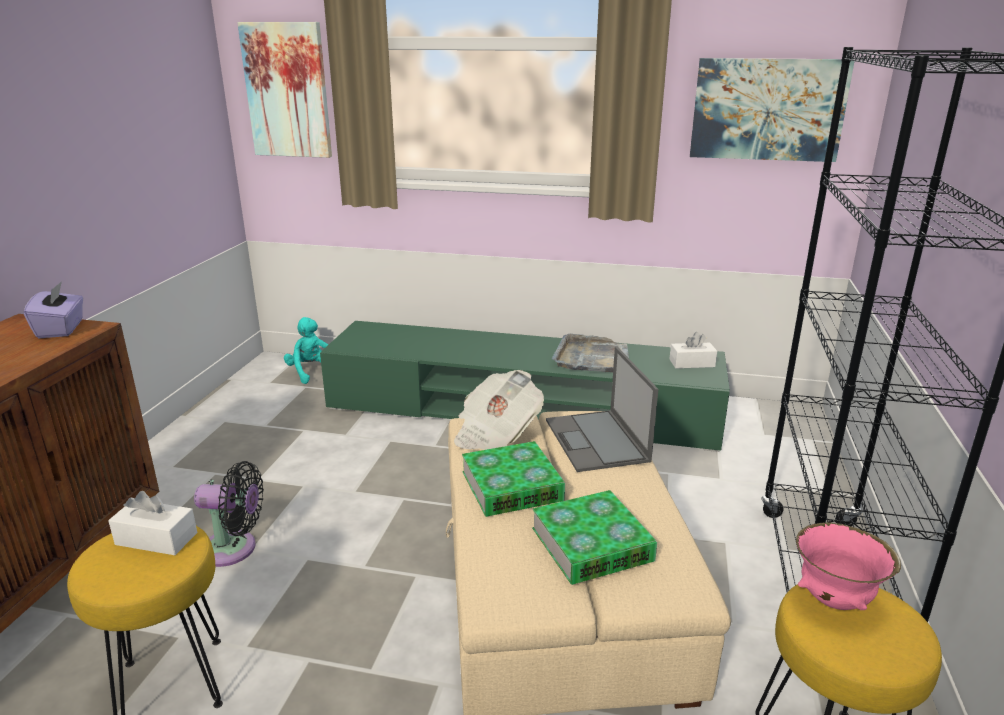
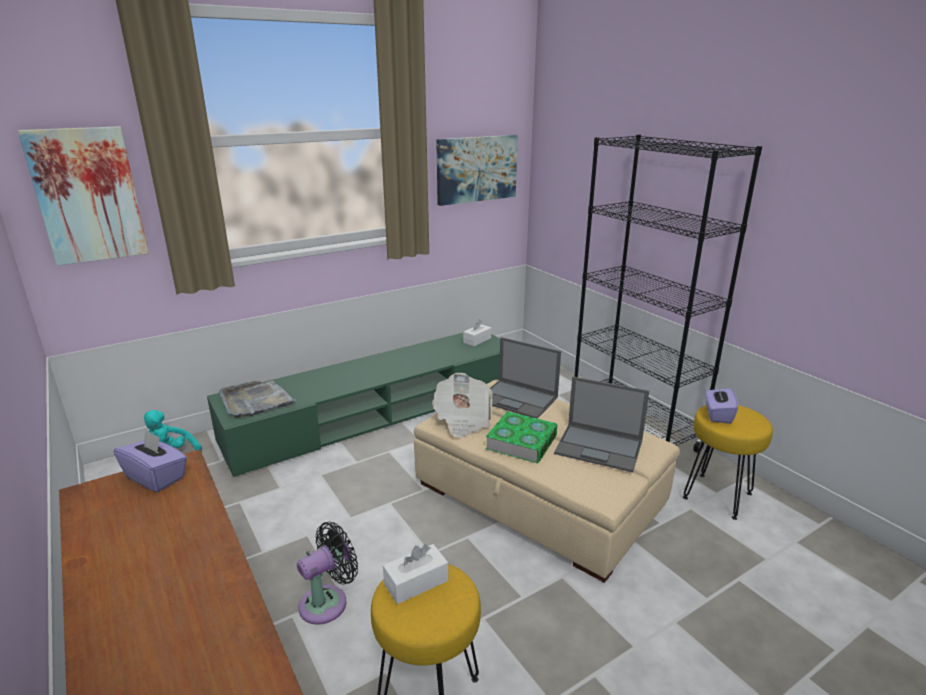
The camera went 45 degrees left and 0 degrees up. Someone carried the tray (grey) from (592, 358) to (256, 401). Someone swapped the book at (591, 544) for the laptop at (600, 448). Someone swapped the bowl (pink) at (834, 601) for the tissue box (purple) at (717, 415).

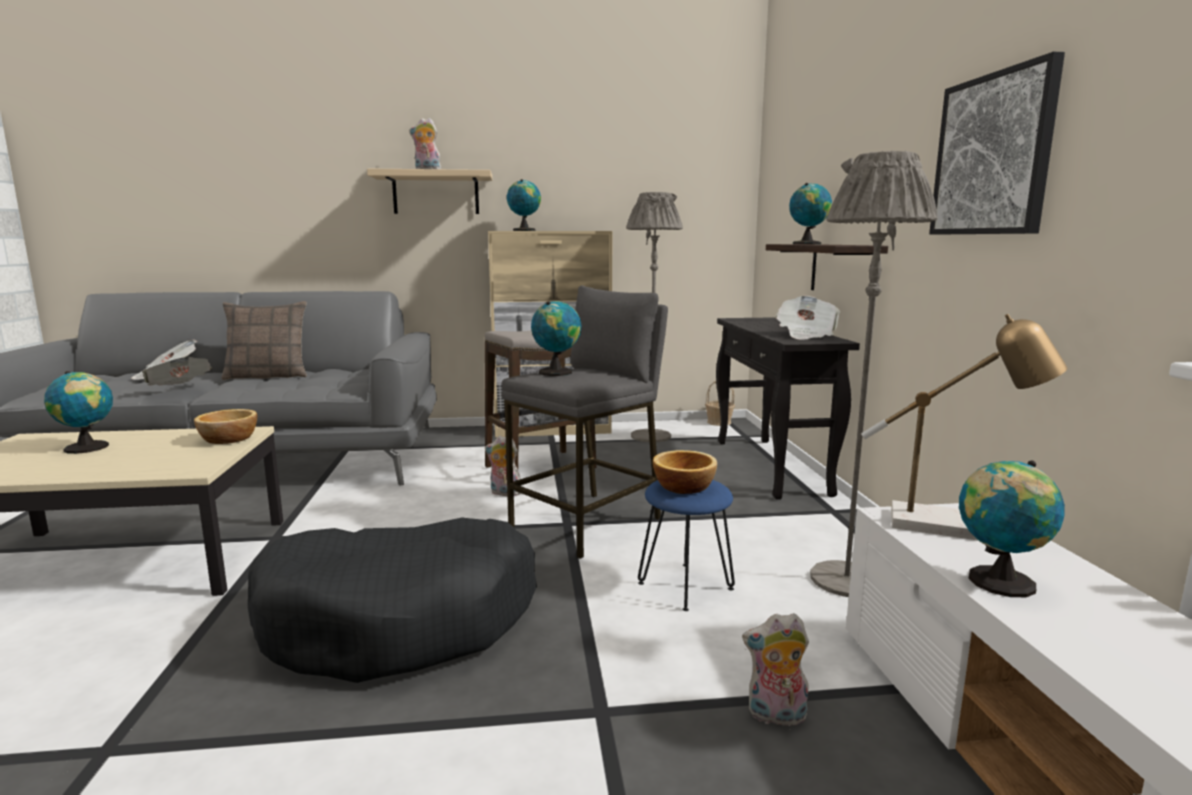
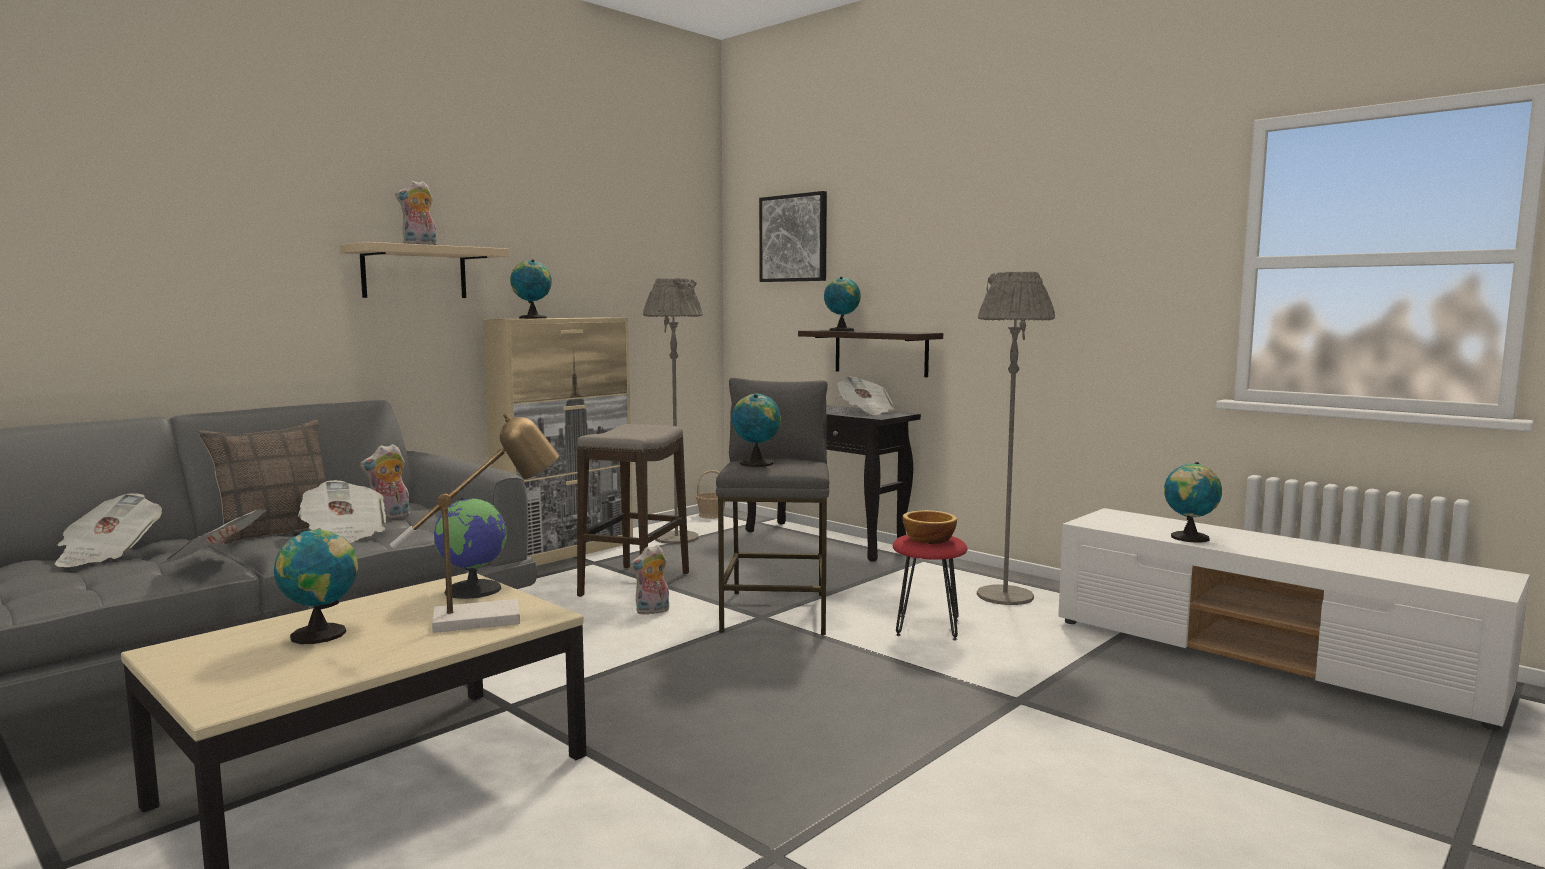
The camera went 40 degrees left and 5 degrees down. Someone put down the newspaper at (345, 534). Someone carried the plush toy from (775, 716) to (389, 517). Someone carried the table lamp from (951, 526) to (490, 618). Someone swapped the bowl at (230, 439) for the globe at (474, 589). Someone carried the picture from (993, 155) to (794, 238). Someone repainted the stool (blue) at (686, 586), which became the stool (red) at (928, 627). Someone took away the dog bed (black) at (400, 620).

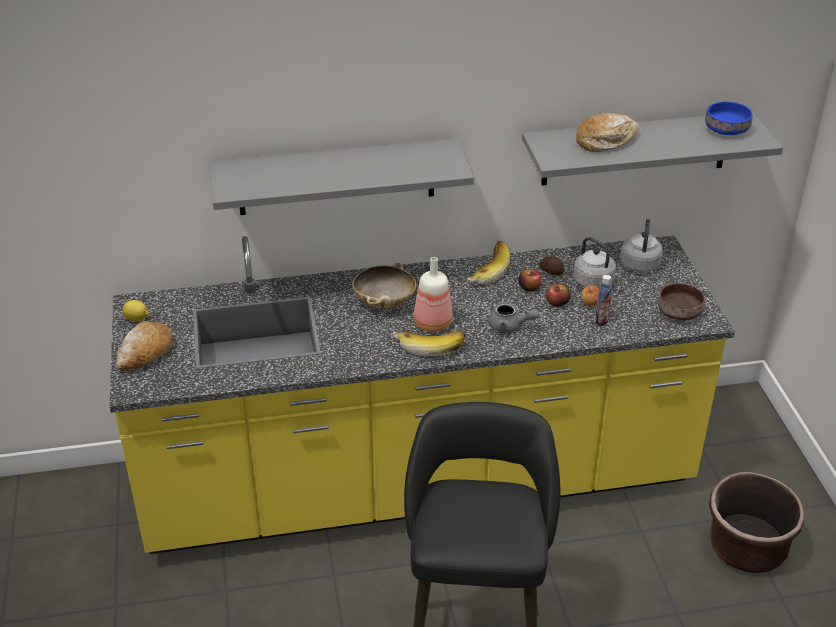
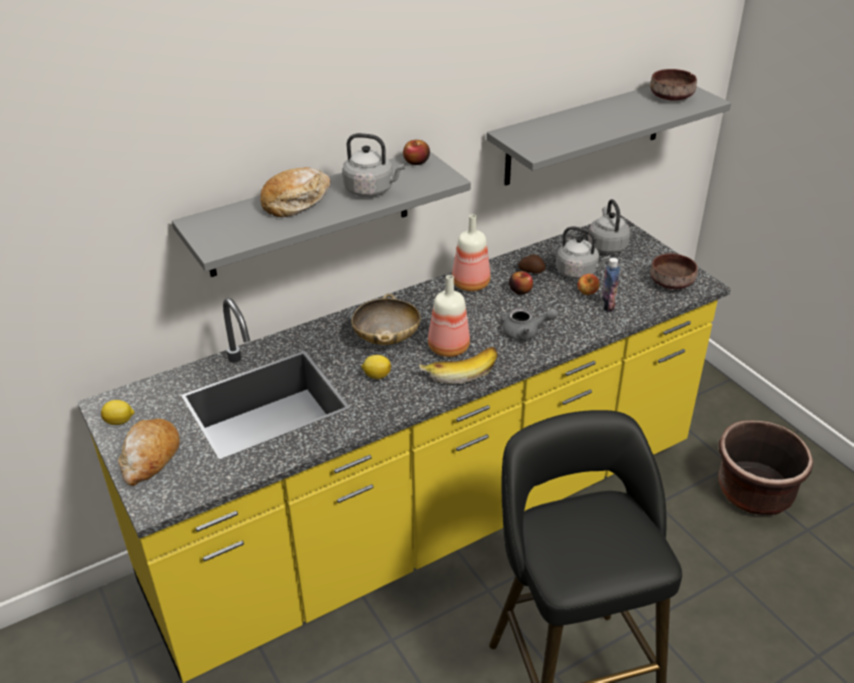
The camera went 20 degrees left and 0 degrees up. Someone carried the bread from (605, 140) to (296, 201). Someone put down the kettle (grey) at (371, 190). Someone put down the lemon at (376, 375). Someone carried the apple from (557, 302) to (416, 162). Someone swapped the banana at (486, 271) for the bottle at (469, 284). Someone repainted the bowl (blue) at (725, 130), which became the bowl (brown) at (670, 96).

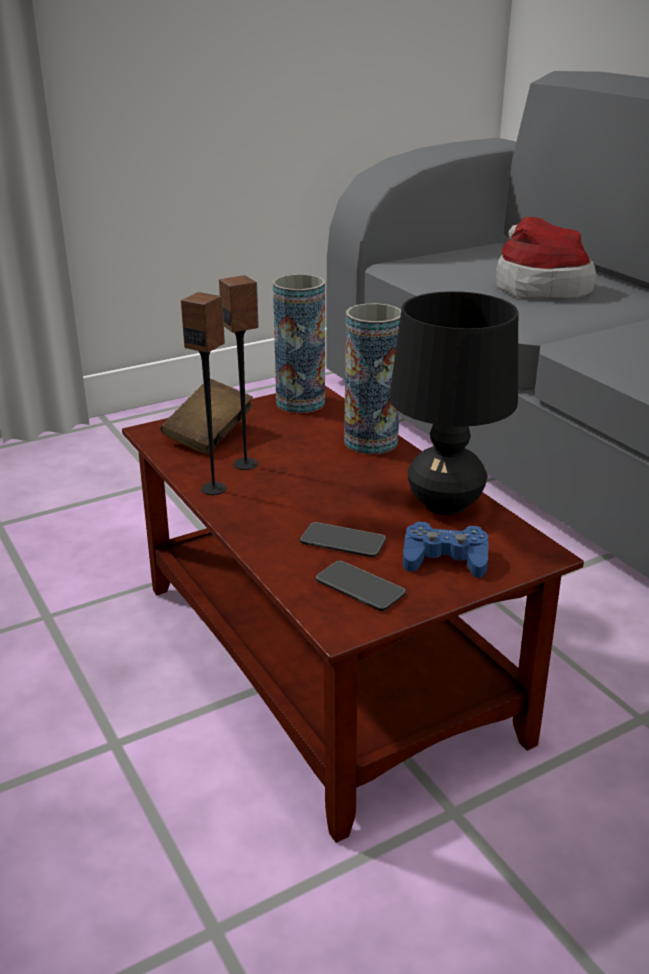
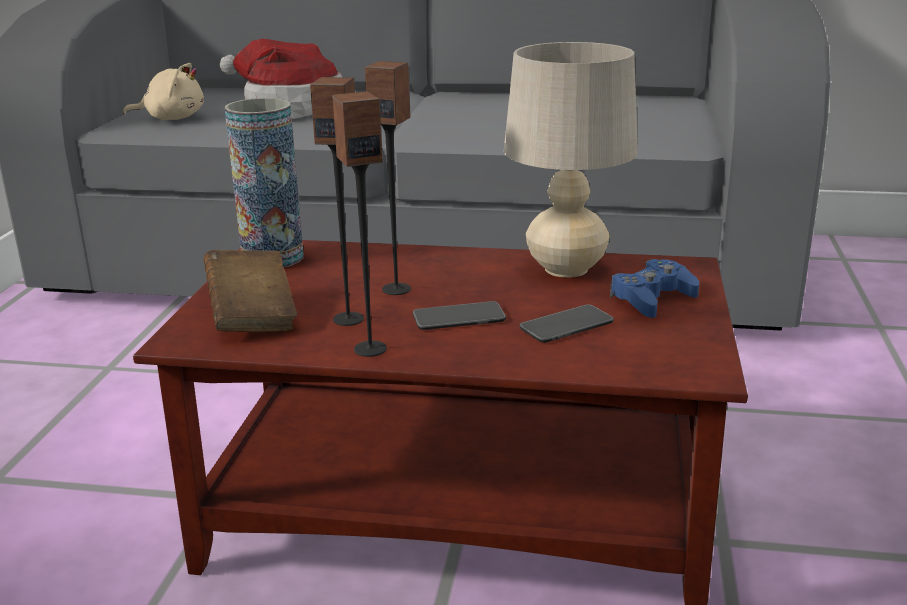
The camera went 50 degrees left and 5 degrees down. Someone put down the plush toy (beige) at (172, 118). Someone put down the speaker at (396, 289). Someone carried the phone from (360, 587) to (459, 318). Someone repainted the table lamp (black) at (445, 504), which became the table lamp (beige) at (566, 269). Someone took away the vase at (371, 441).

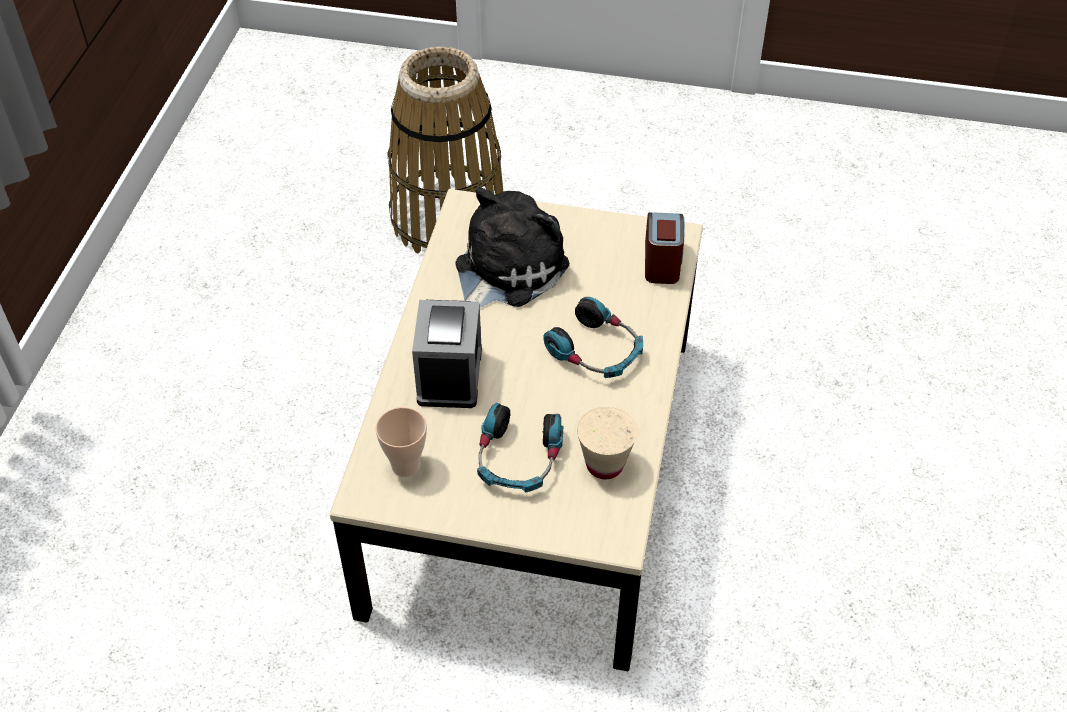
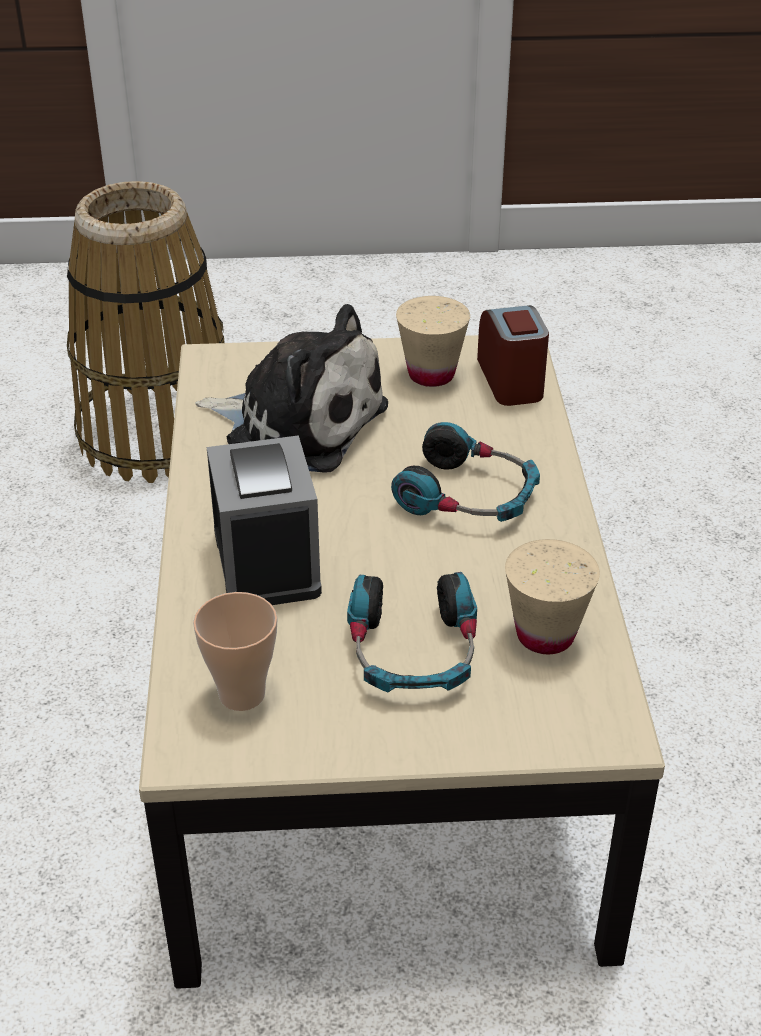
The camera went 15 degrees left and 10 degrees down. Someone rotated the plush toy at (505, 270) by 90 degrees clockwise. Someone put down the cup (beige) at (431, 374).

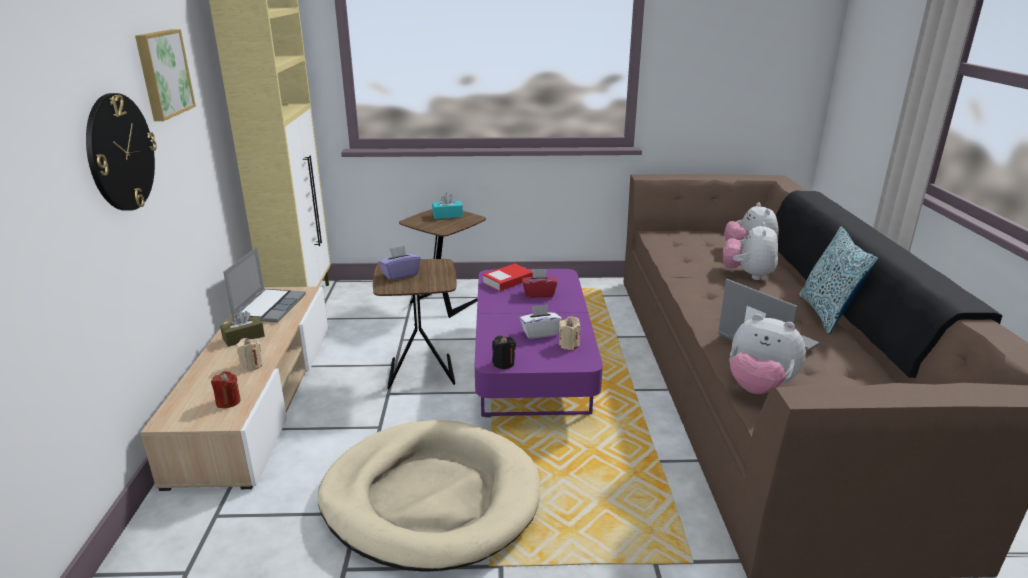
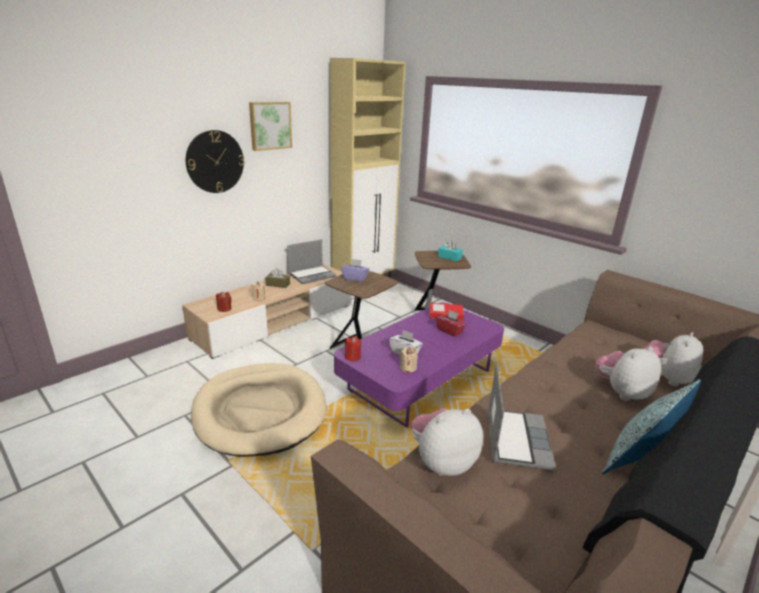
The camera went 45 degrees right and 0 degrees up. Someone repainted the candle (black) at (503, 363), which became the candle (red) at (352, 357). Someone rotated the plush toy at (759, 387) by 75 degrees clockwise.

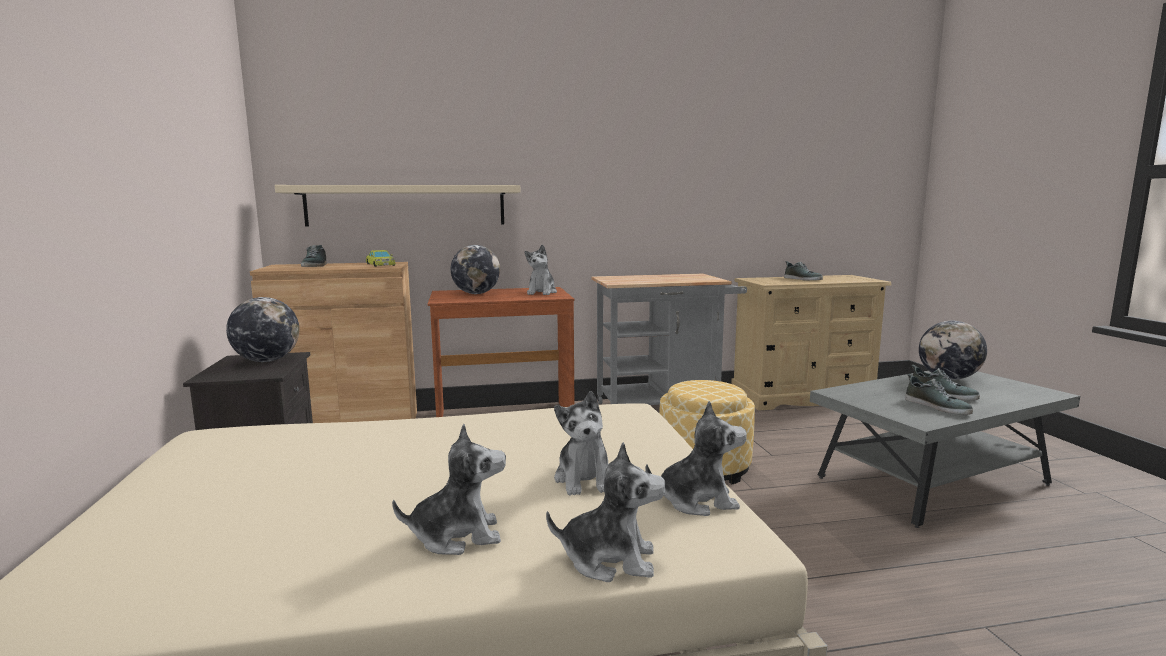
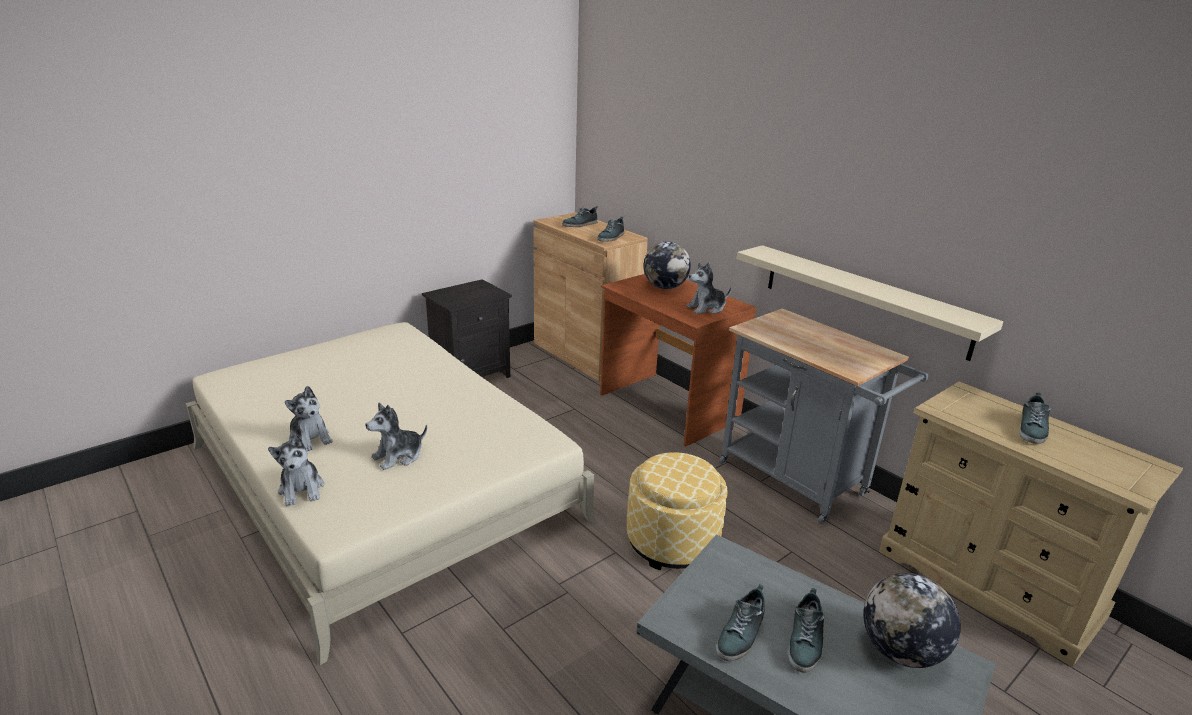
The camera went 60 degrees right and 15 degrees up. Someone swapped the toy car (yellow) at (380, 265) for the shoe at (611, 237). Someone carried the shelf (beige) from (406, 205) to (863, 299). Someone took away the globe at (267, 361). Someone took away the plush toy at (697, 500).

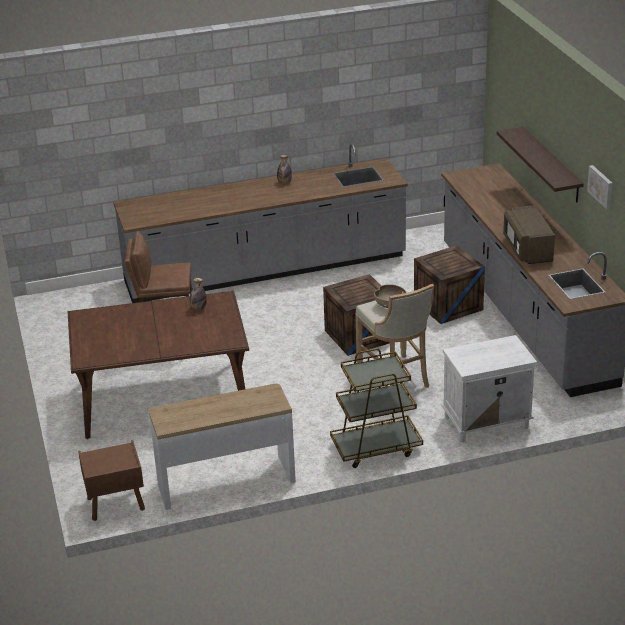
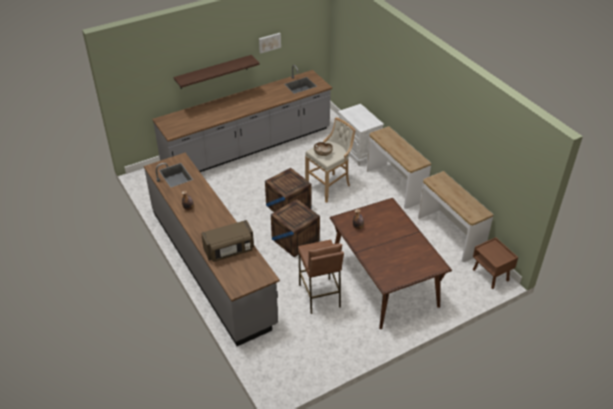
The camera went 105 degrees left and 10 degrees up. Someone carried the microwave (brown) from (527, 249) to (229, 250). Someone carried the crate from (448, 305) to (295, 240). Someone swapped the cart (brown) at (376, 448) for the console table at (395, 185).

